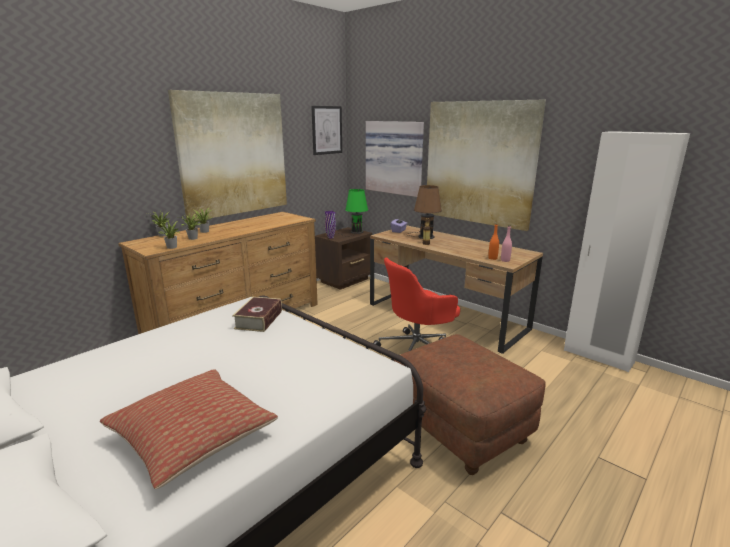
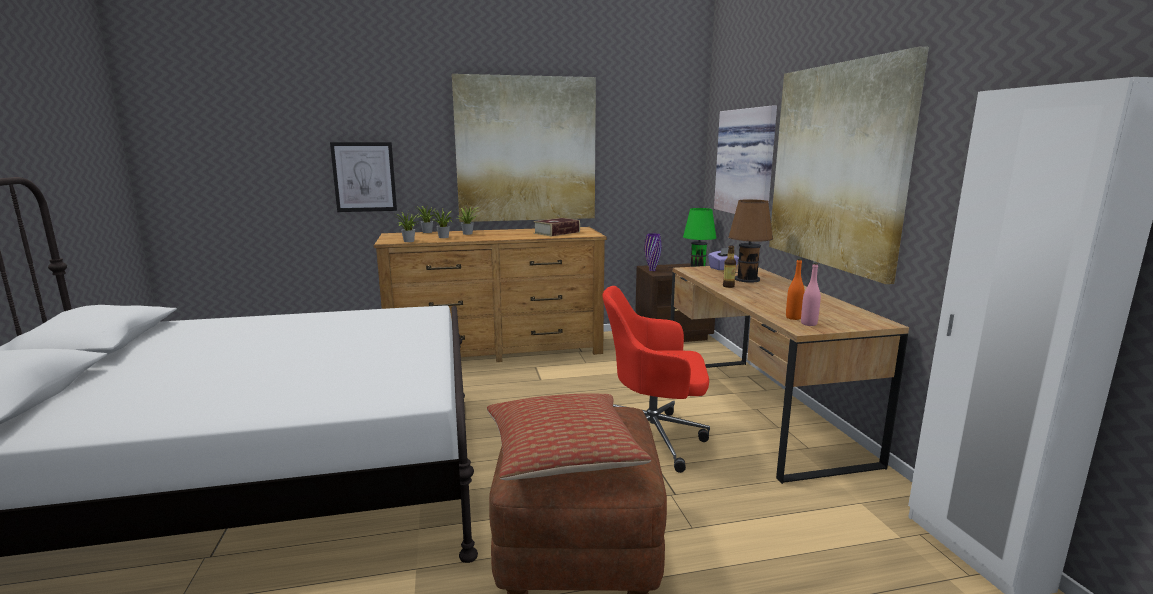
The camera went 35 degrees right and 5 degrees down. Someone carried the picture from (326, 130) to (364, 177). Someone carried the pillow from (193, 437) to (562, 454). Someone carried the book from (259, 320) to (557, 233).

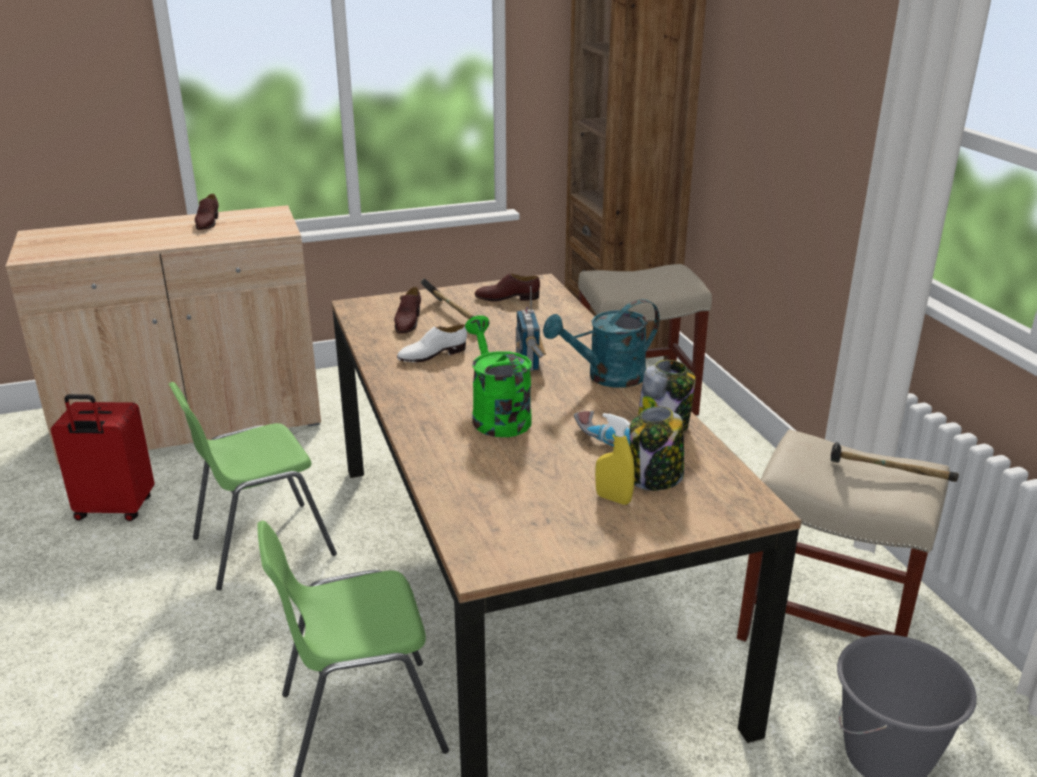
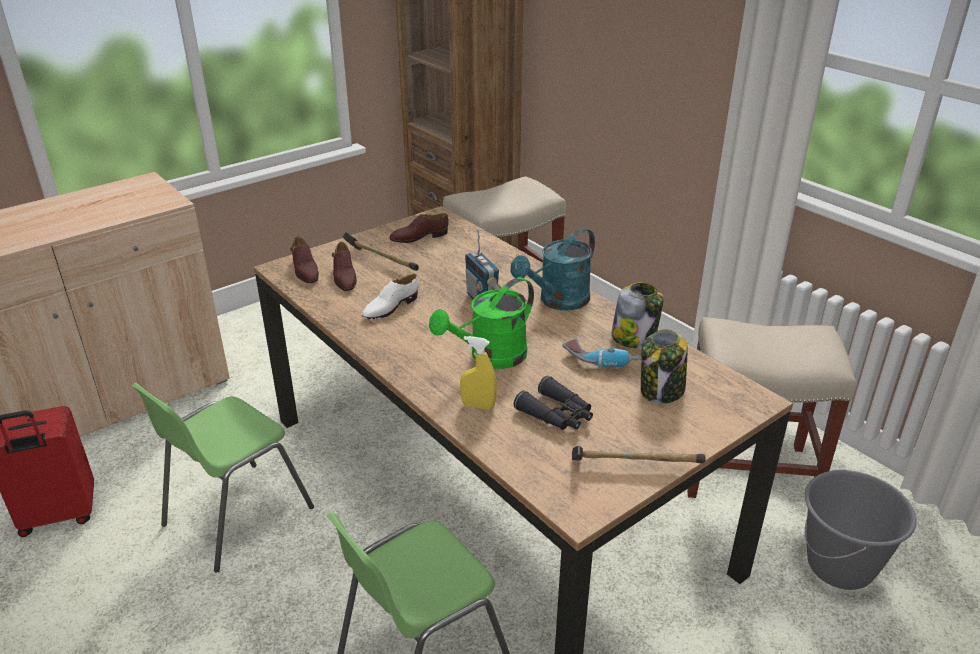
The camera went 20 degrees left and 5 degrees up. Someone carried the shoe (brown) from (207, 223) to (305, 271). Someone rotated the watering can (green) at (497, 415) by 90 degrees counterclockwise. Someone carried the spray bottle (yellow) from (613, 499) to (478, 406). Someone put down the binoculars (black) at (557, 415). Someone carried the hammer from (885, 476) to (631, 467).

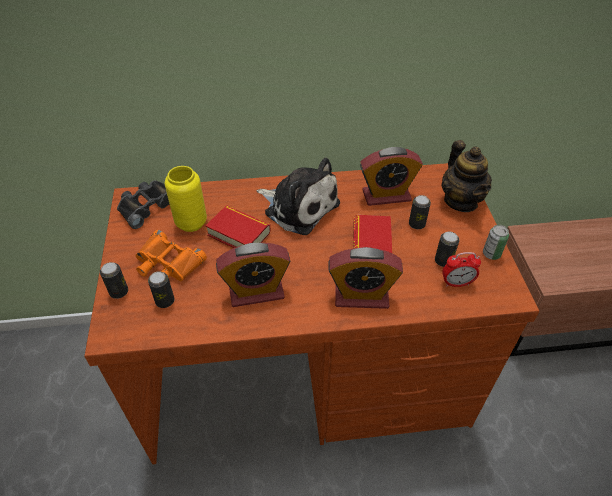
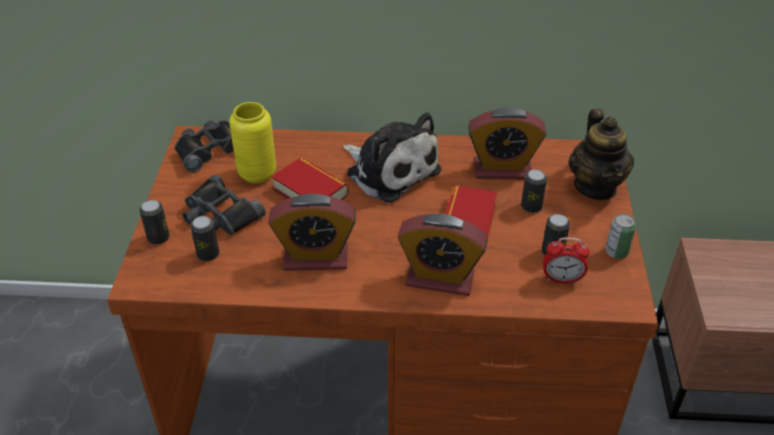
The camera went 10 degrees right and 5 degrees down. Someone repainted the binoculars (orange) at (167, 264), which became the binoculars (black) at (220, 215).

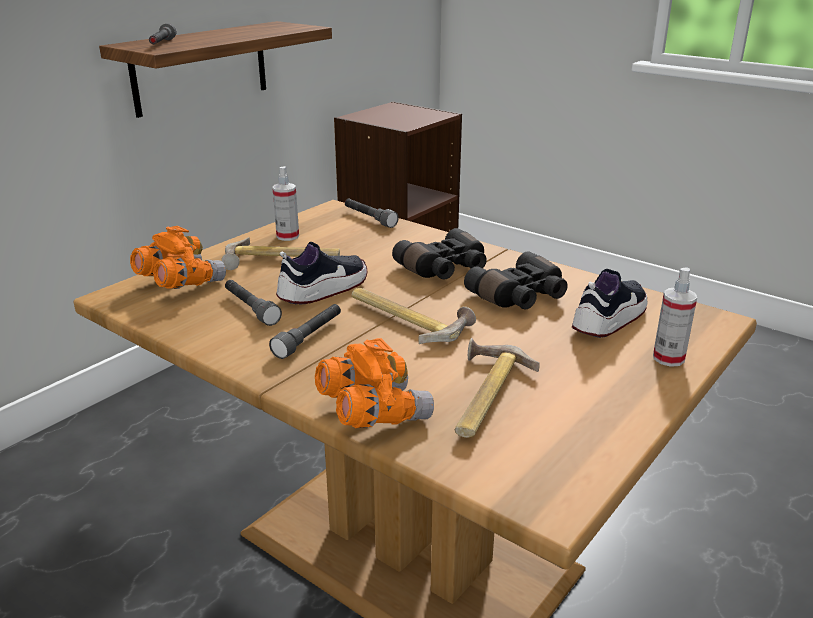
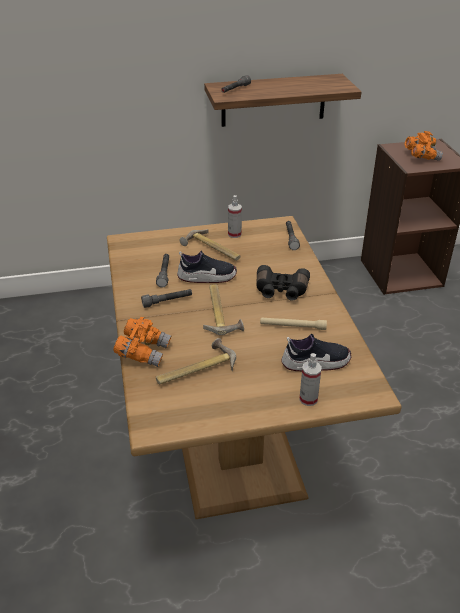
The camera went 40 degrees right and 10 degrees up. Someone swapped the binoculars (black) at (520, 297) for the flashlight (beige) at (292, 326). Someone carried the binoculars (orange) from (180, 283) to (421, 157).

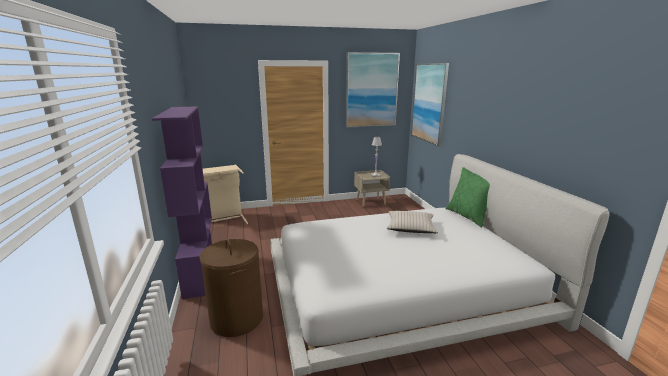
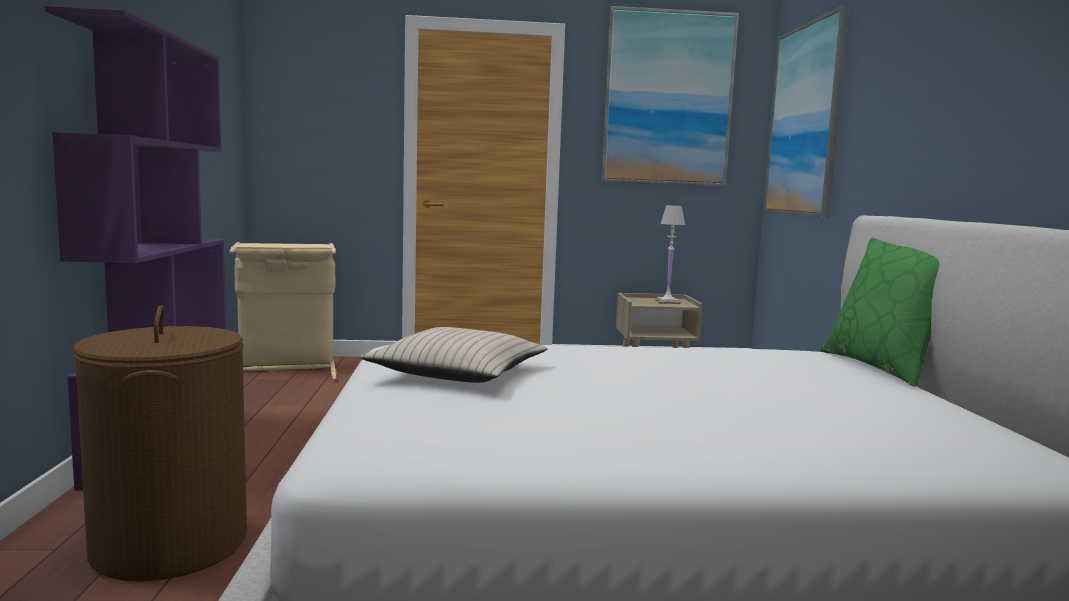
The camera went 10 degrees right and 10 degrees down. Someone carried the pillow (beige) from (410, 227) to (458, 373).

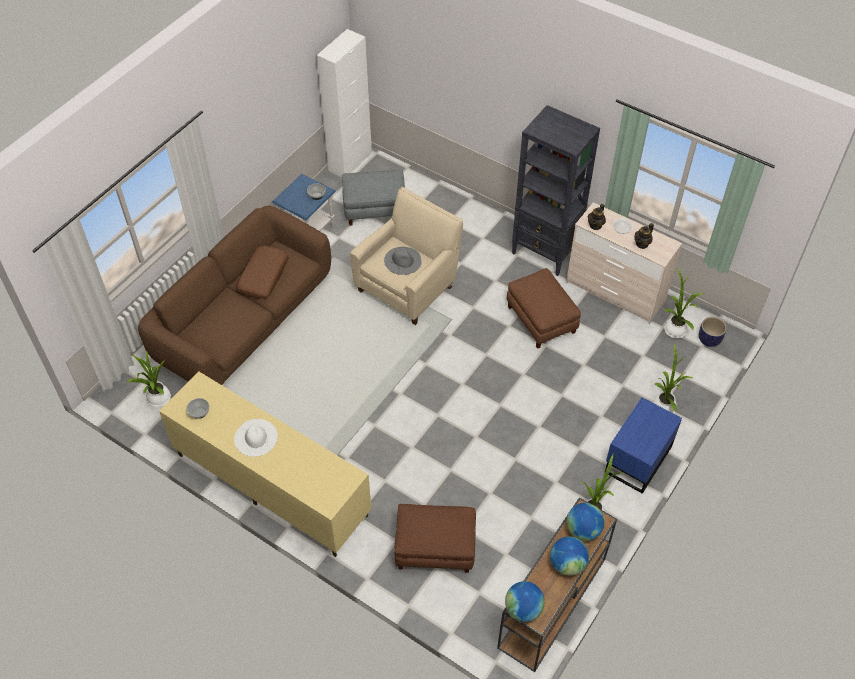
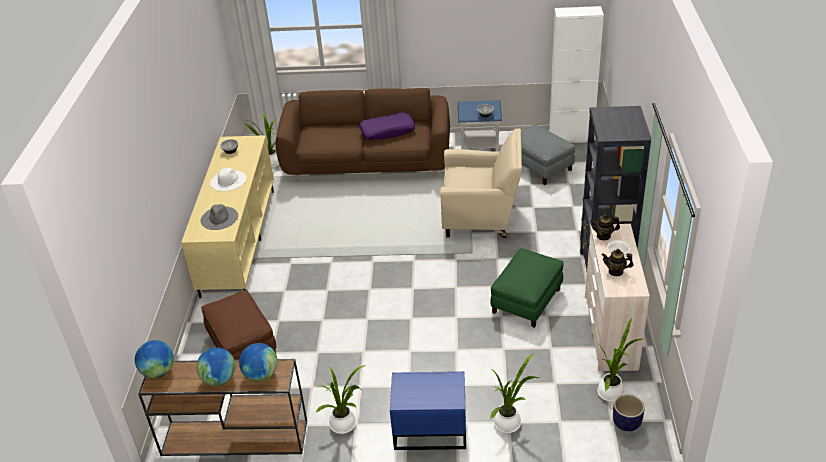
The camera went 60 degrees right and 15 degrees down. Someone carried the hat (grey) from (402, 260) to (219, 218). Someone repainted the pillow (brown) at (263, 276), which became the pillow (purple) at (387, 131). Someone repainted the ottoman (brown) at (541, 319), which became the ottoman (green) at (527, 301).

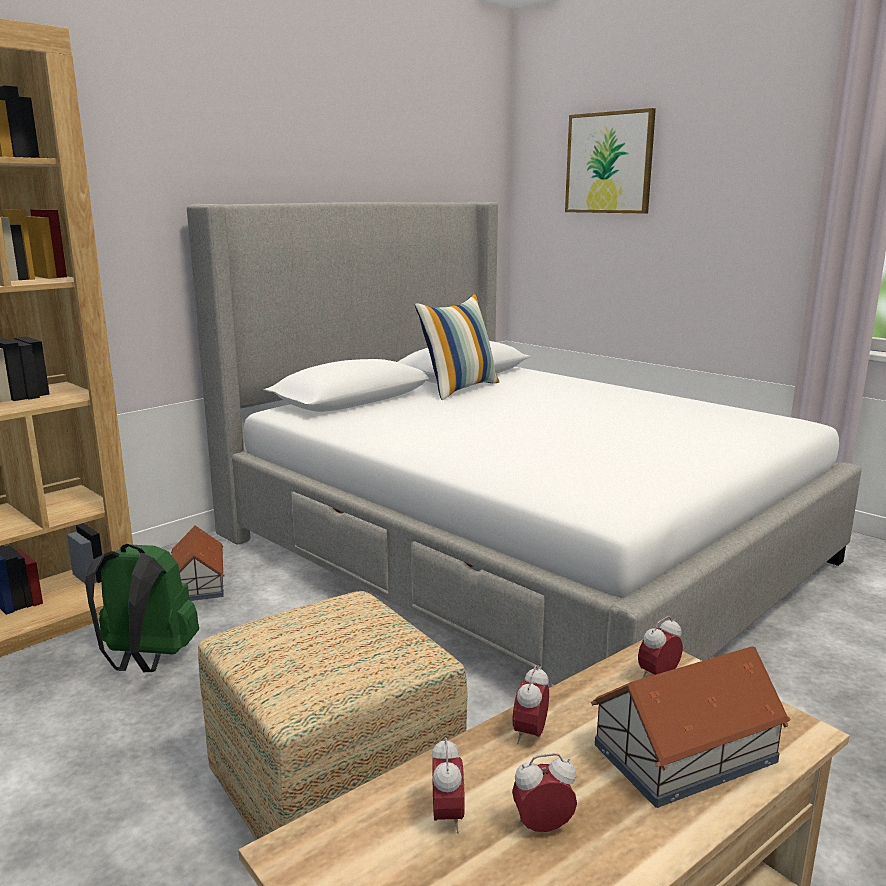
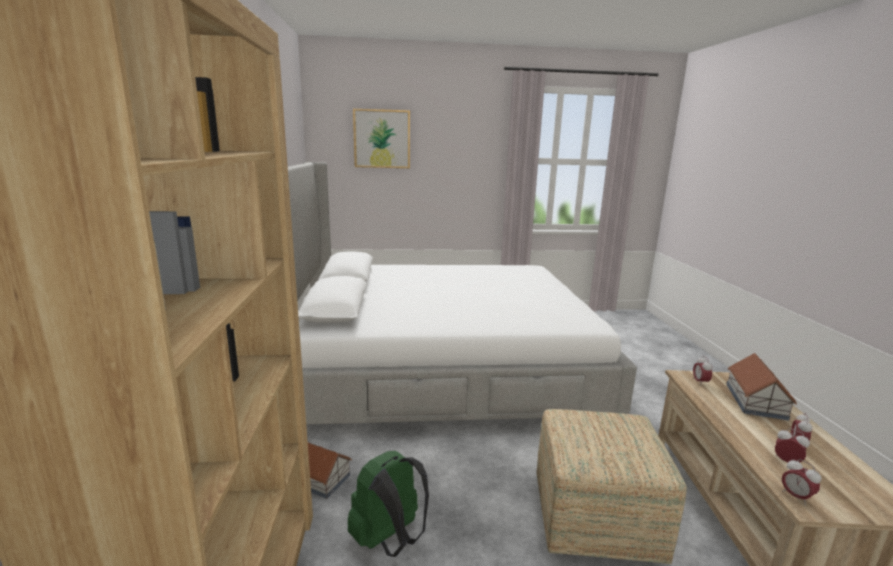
The camera went 50 degrees left and 0 degrees up. Someone carried the alarm clock from (530, 734) to (795, 496). Someone took away the pillow at (459, 388).

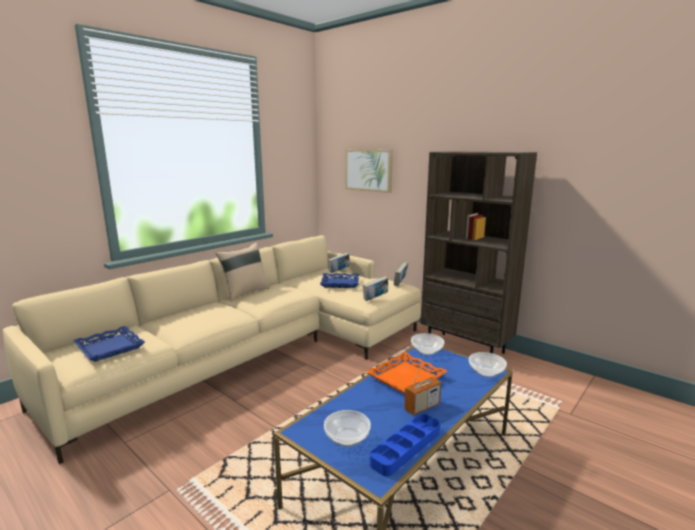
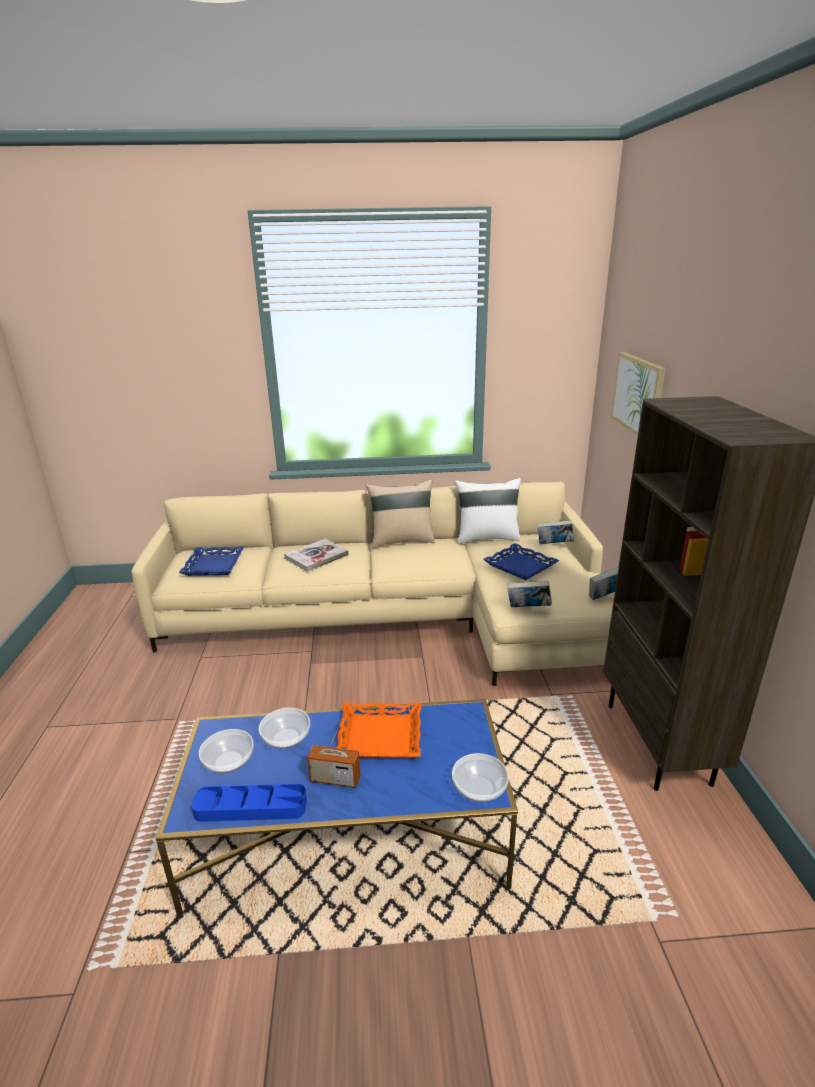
The camera went 45 degrees right and 10 degrees up. Someone carried the bowl from (426, 351) to (285, 738). Someone put down the book at (316, 556). Someone put down the pillow (white) at (487, 537).

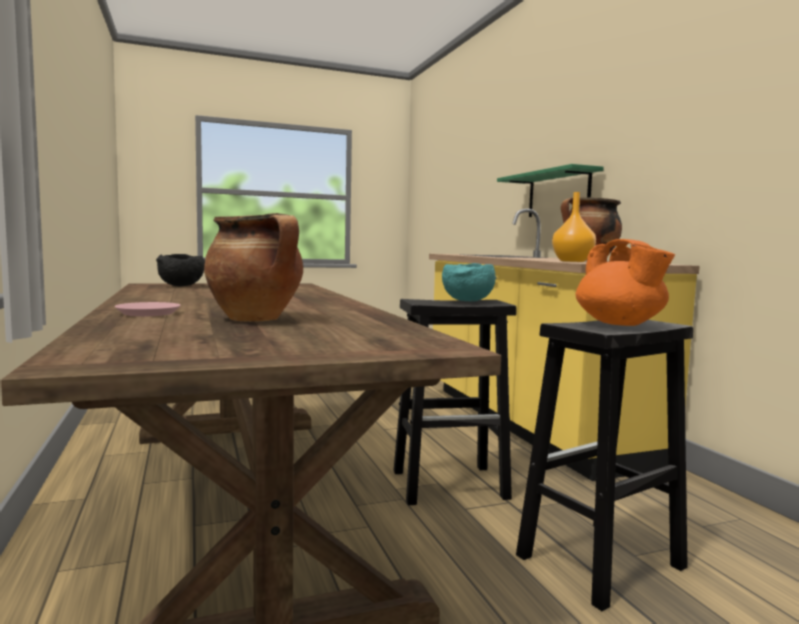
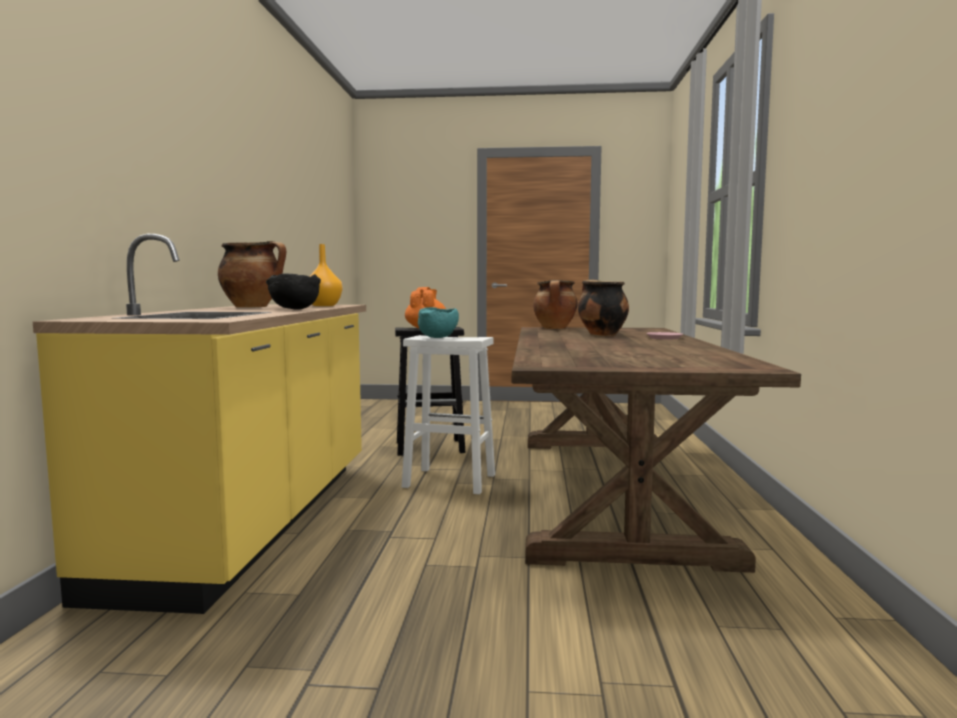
The camera went 155 degrees left and 0 degrees up. Someone carried the bowl (black) from (182, 286) to (294, 309). Someone repainted the stool (black) at (451, 484), which became the stool (white) at (448, 481). Someone put down the cooking pot at (555, 328). Someone took away the shelf (green) at (558, 194).

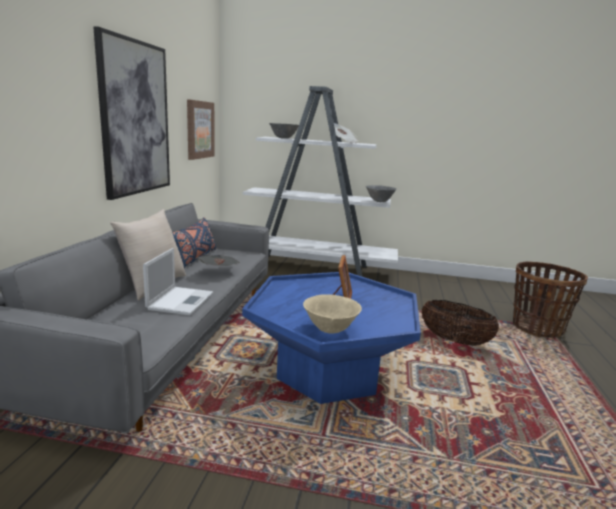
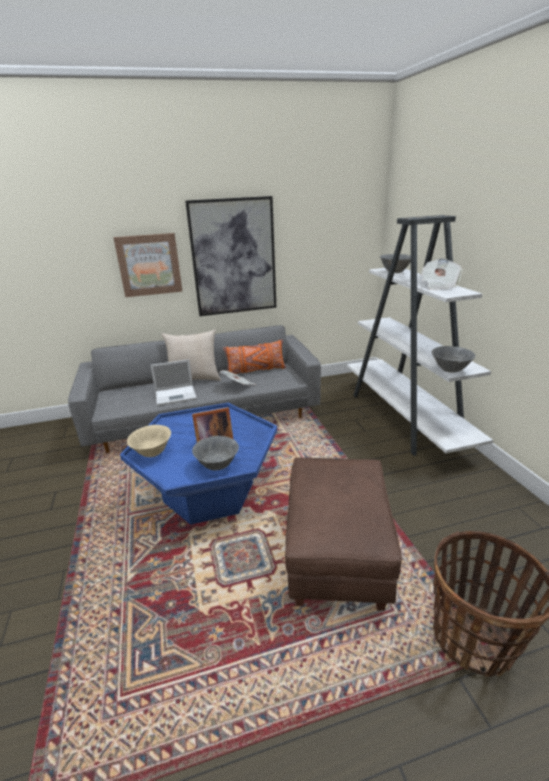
The camera went 65 degrees right and 10 degrees up. Someone carried the picture from (199, 129) to (149, 265). Someone put down the bowl (grey) at (217, 466). Someone repainted the pillow (blue) at (194, 259), which became the pillow (orange) at (255, 370). Someone swapped the basket at (455, 341) for the ottoman (brown) at (337, 555).

